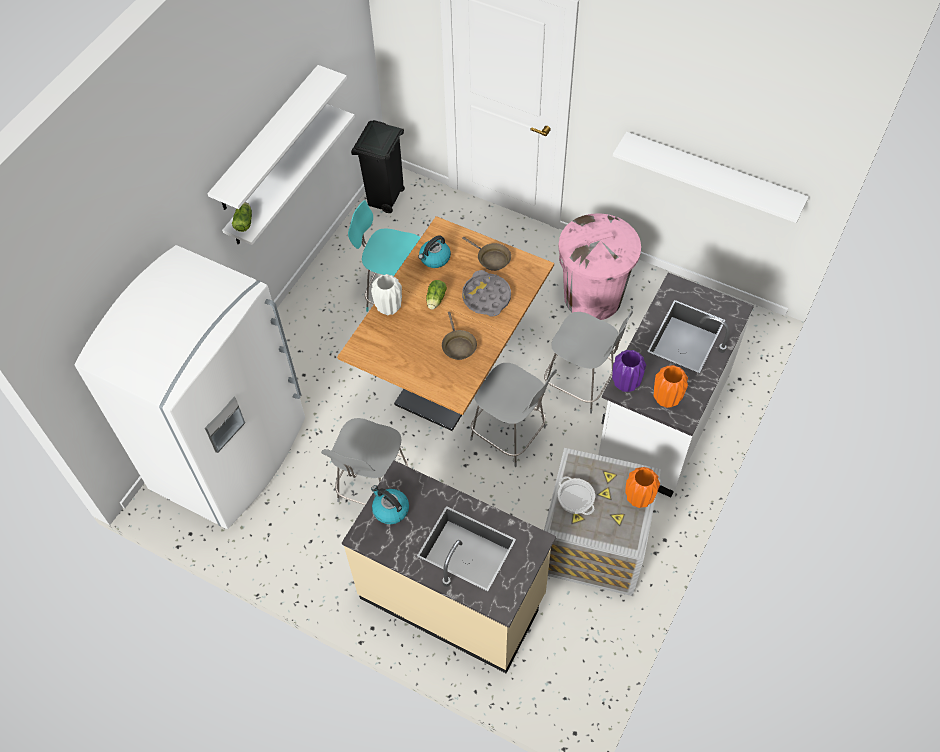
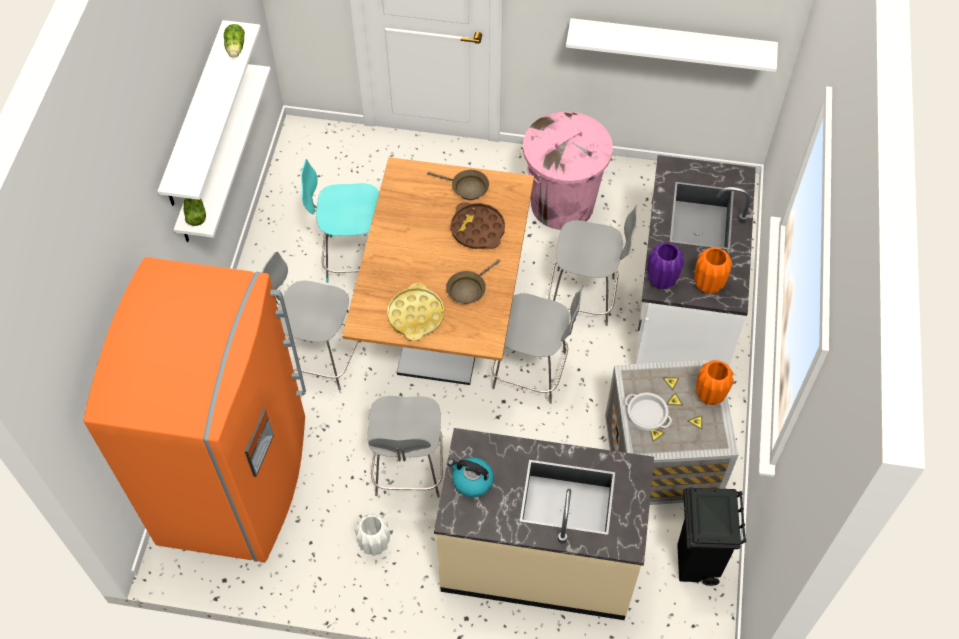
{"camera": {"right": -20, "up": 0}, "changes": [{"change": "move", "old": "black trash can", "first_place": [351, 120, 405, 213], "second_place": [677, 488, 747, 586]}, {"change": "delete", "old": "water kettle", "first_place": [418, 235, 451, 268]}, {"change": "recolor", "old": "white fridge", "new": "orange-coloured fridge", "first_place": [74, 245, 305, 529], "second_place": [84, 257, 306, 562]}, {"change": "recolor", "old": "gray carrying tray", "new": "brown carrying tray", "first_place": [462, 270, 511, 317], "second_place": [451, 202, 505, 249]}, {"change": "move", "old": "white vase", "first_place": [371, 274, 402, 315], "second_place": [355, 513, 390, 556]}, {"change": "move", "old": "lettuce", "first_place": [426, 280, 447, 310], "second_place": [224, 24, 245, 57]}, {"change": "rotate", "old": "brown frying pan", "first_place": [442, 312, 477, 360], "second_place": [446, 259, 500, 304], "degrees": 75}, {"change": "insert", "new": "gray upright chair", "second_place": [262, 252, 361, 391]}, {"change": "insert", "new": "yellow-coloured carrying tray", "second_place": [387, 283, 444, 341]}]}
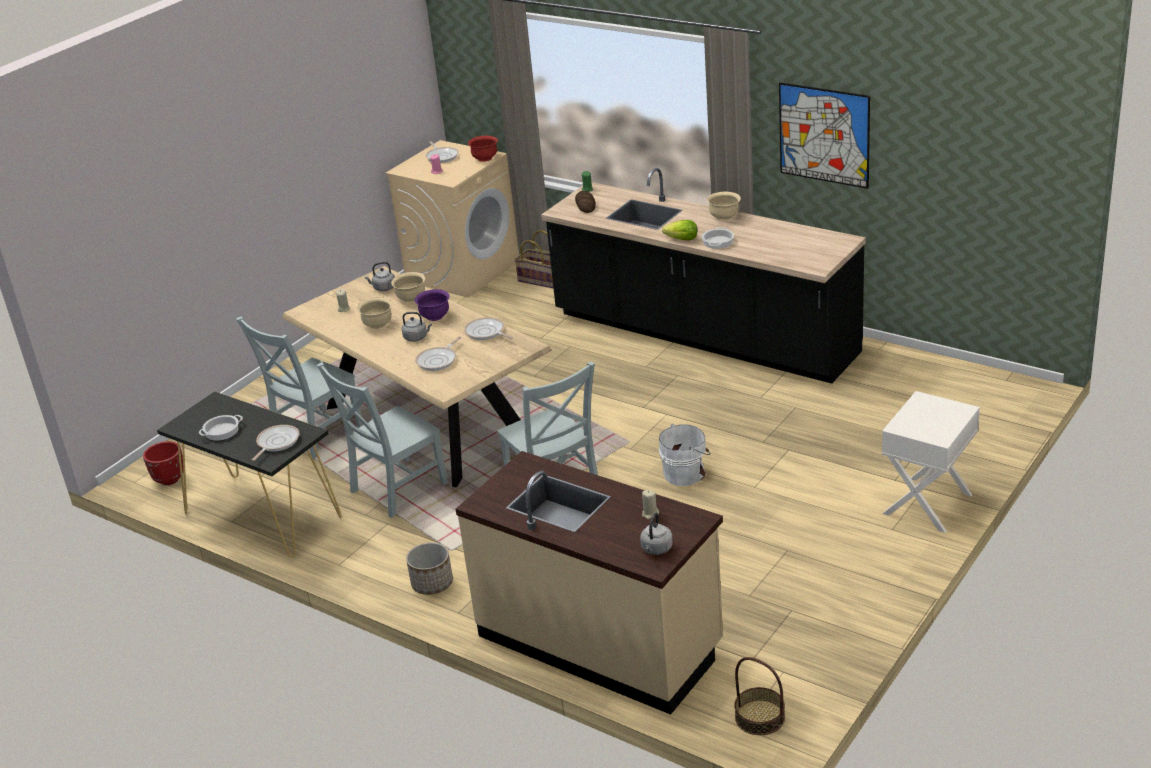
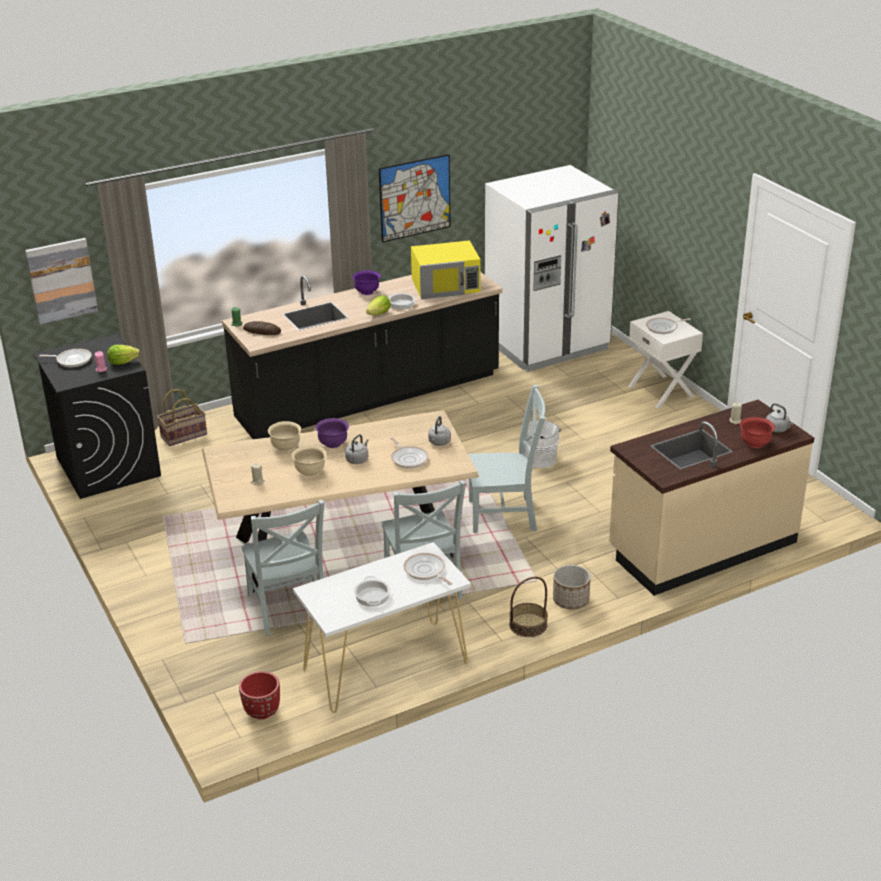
{"camera": {"right": -65, "up": 0}, "changes": [{"change": "move", "old": "red-coloured deep dish", "first_place": [468, 136, 498, 162], "second_place": [740, 417, 775, 448]}, {"change": "recolor", "old": "sand-coloured washing machine", "new": "black washing machine", "first_place": [385, 140, 519, 298], "second_place": [34, 334, 161, 499]}, {"change": "recolor", "old": "sand-coloured deep dish", "new": "purple-coloured deep dish", "first_place": [707, 192, 741, 221], "second_place": [352, 270, 381, 295]}, {"change": "move", "old": "gray water kettle", "first_place": [364, 262, 395, 291], "second_place": [428, 416, 451, 446]}, {"change": "move", "old": "frying pan", "first_place": [464, 317, 514, 340], "second_place": [646, 318, 691, 334]}, {"change": "recolor", "old": "black console table", "new": "white console table", "first_place": [157, 392, 342, 557], "second_place": [293, 542, 471, 713]}, {"change": "move", "old": "basket", "first_place": [734, 657, 785, 735], "second_place": [509, 577, 548, 637]}, {"change": "insert", "new": "white fridge", "second_place": [485, 165, 619, 372]}, {"change": "insert", "new": "picture", "second_place": [25, 238, 98, 324]}, {"change": "insert", "new": "yellow-coloured microwave oven", "second_place": [411, 240, 481, 299]}, {"change": "insert", "new": "lettuce", "second_place": [107, 345, 140, 365]}]}
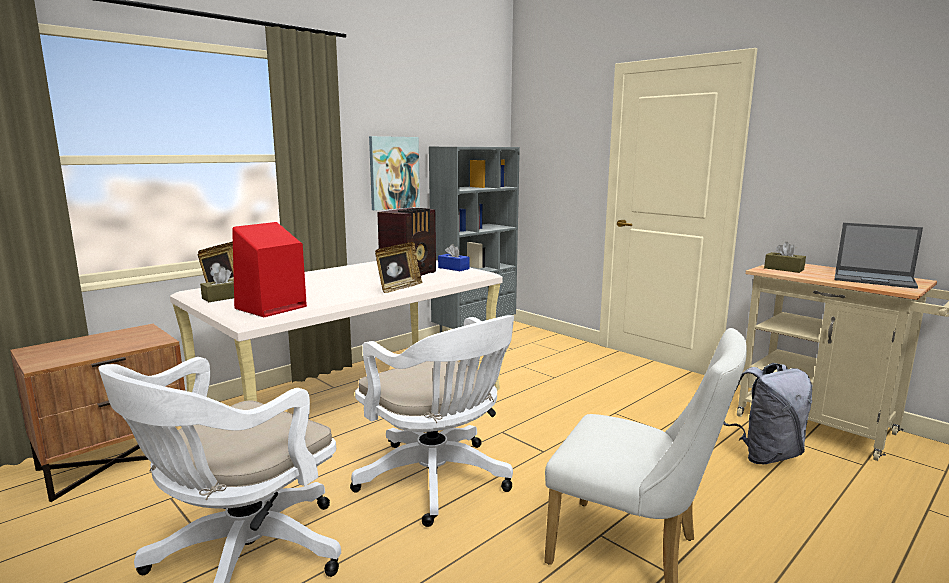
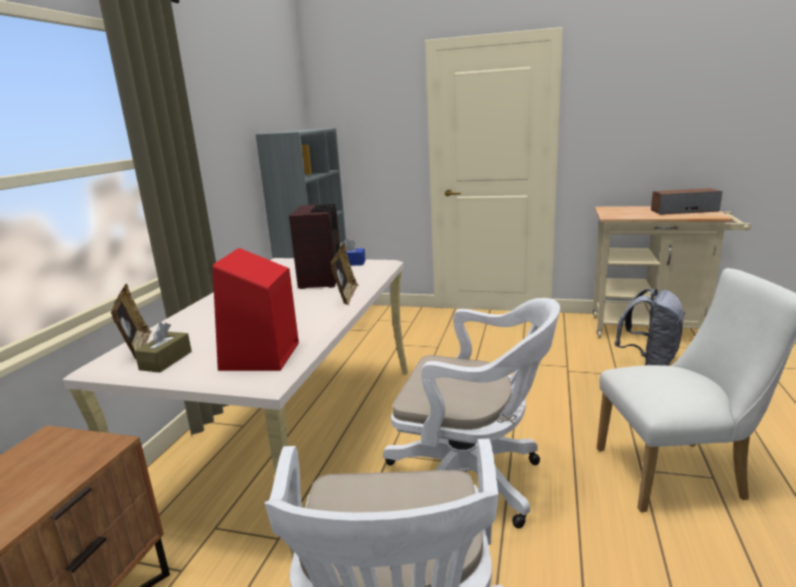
{"camera": {"right": -30, "up": 5}, "changes": [{"change": "delete", "old": "picture", "first_place": [369, 136, 420, 211]}, {"change": "replace", "old": "laptop", "new": "speaker", "first_place": [834, 223, 923, 289], "second_place": [651, 188, 722, 215]}, {"change": "delete", "old": "brown box of tissues", "first_place": [764, 242, 806, 273]}]}
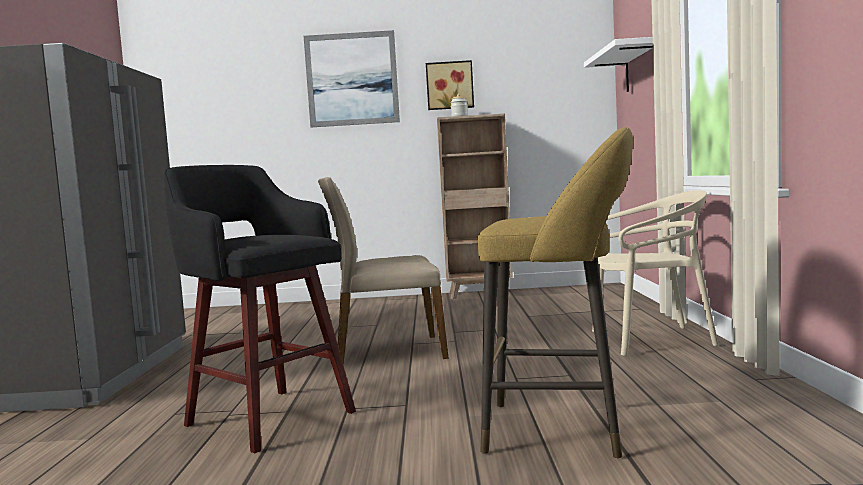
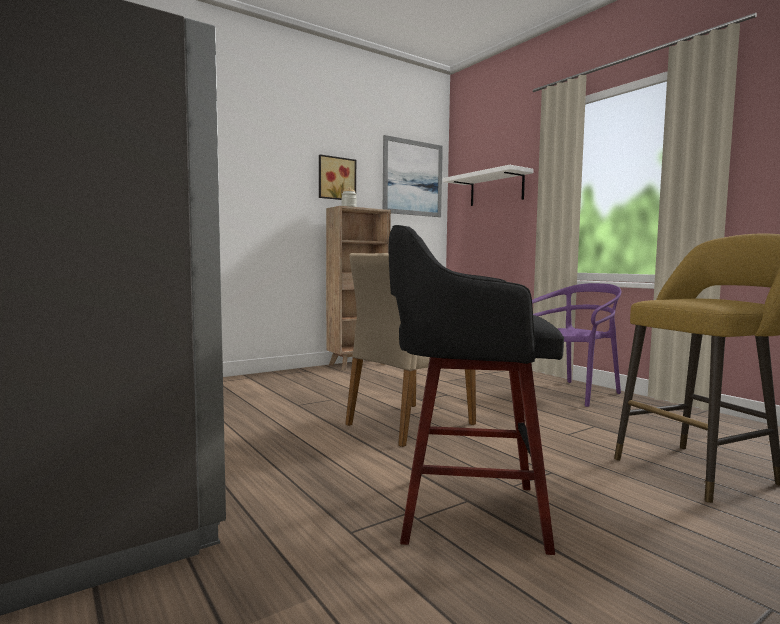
{"camera": {"right": -35, "up": 0}, "changes": [{"change": "move", "old": "picture", "first_place": [304, 30, 400, 127], "second_place": [383, 135, 443, 217]}, {"change": "recolor", "old": "sand-coloured upright chair", "new": "purple-coloured upright chair", "first_place": [592, 190, 719, 356], "second_place": [532, 283, 621, 407]}]}
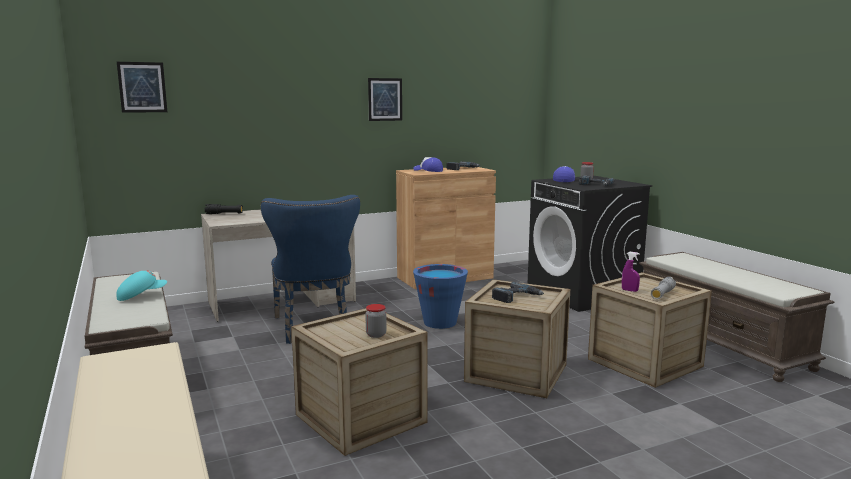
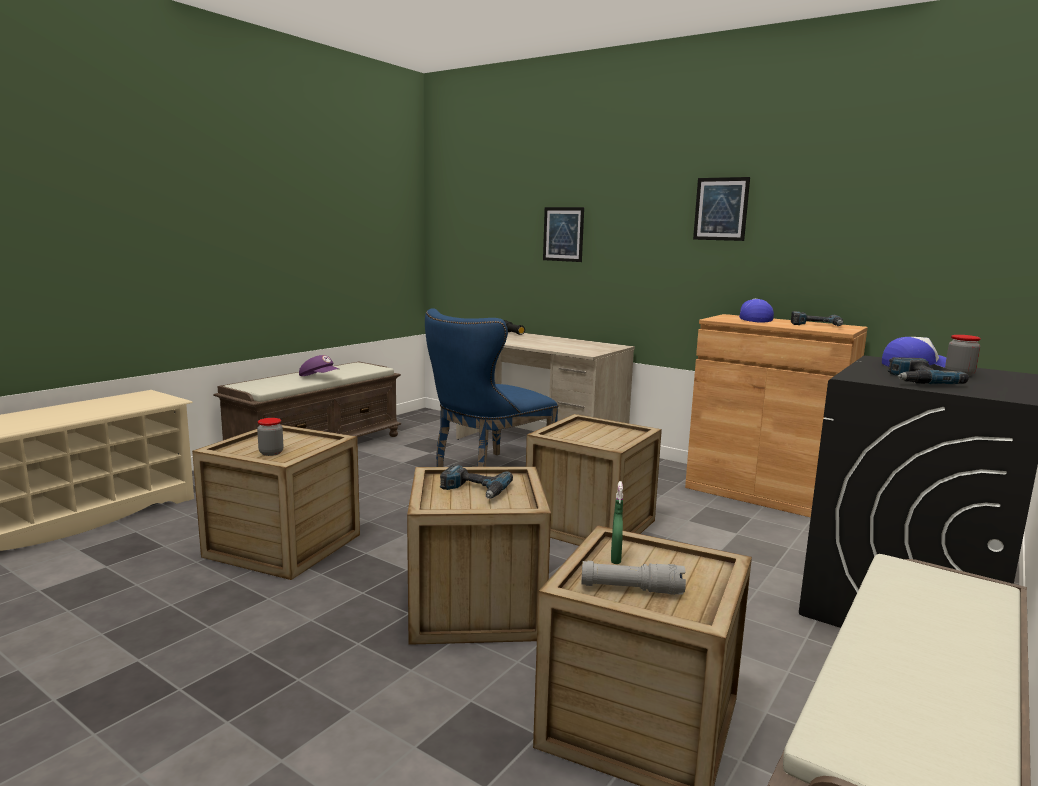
{"camera": {"right": 60, "up": 0}, "changes": [{"change": "move", "old": "picture", "first_place": [117, 62, 167, 113], "second_place": [543, 207, 584, 262]}, {"change": "recolor", "old": "purple-coloured hand sprayer", "new": "green-coloured hand sprayer", "first_place": [622, 252, 640, 292], "second_place": [611, 481, 623, 564]}, {"change": "replace", "old": "bluish water bucket", "new": "packing crate", "first_place": [413, 264, 468, 329], "second_place": [526, 414, 662, 546]}, {"change": "recolor", "old": "turquoise cap", "new": "purple-coloured cap", "first_place": [117, 270, 167, 301], "second_place": [299, 355, 339, 376]}]}
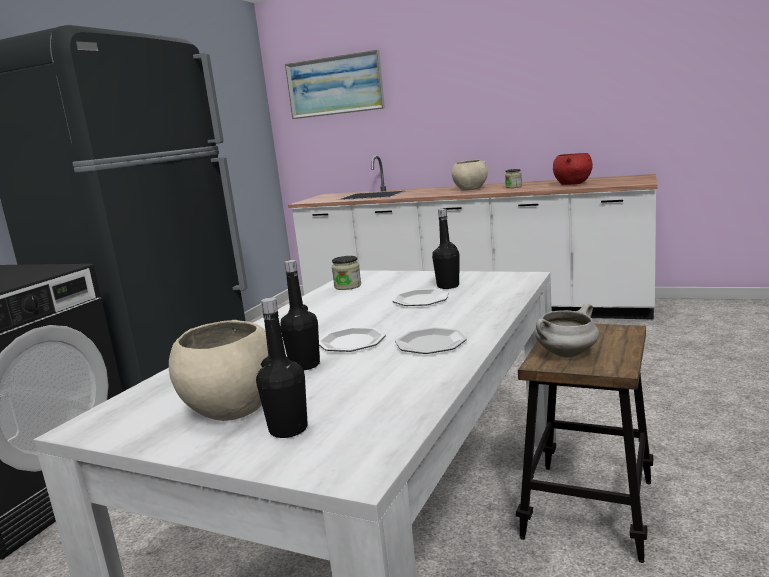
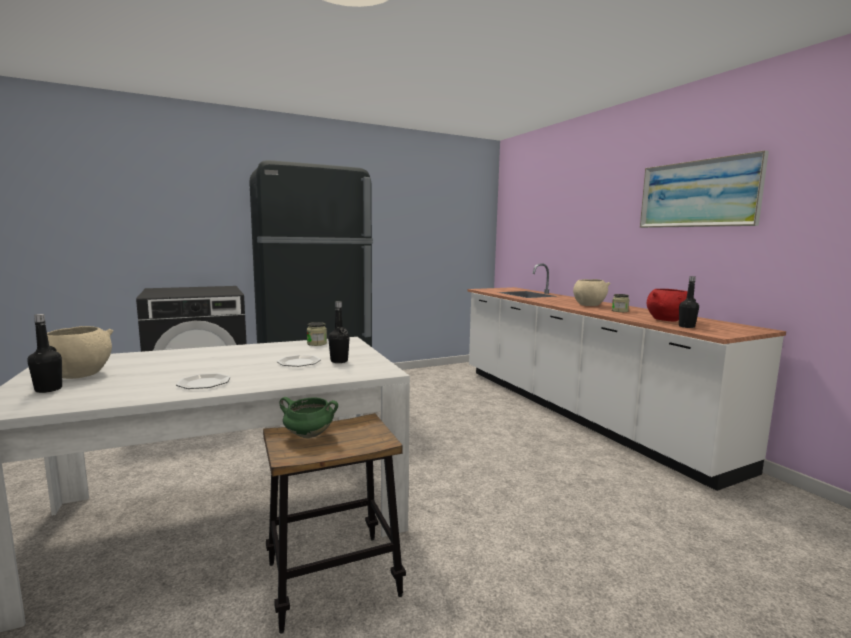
{"camera": {"right": 40, "up": -5}, "changes": [{"change": "move", "old": "picture", "first_place": [285, 50, 385, 119], "second_place": [640, 150, 769, 228]}, {"change": "move", "old": "black beverage bottle", "first_place": [280, 260, 320, 370], "second_place": [679, 276, 699, 328]}, {"change": "recolor", "old": "white stockpot", "new": "green-coloured stockpot", "first_place": [535, 303, 599, 358], "second_place": [279, 397, 338, 438]}, {"change": "delete", "old": "plate", "first_place": [319, 327, 386, 352]}]}
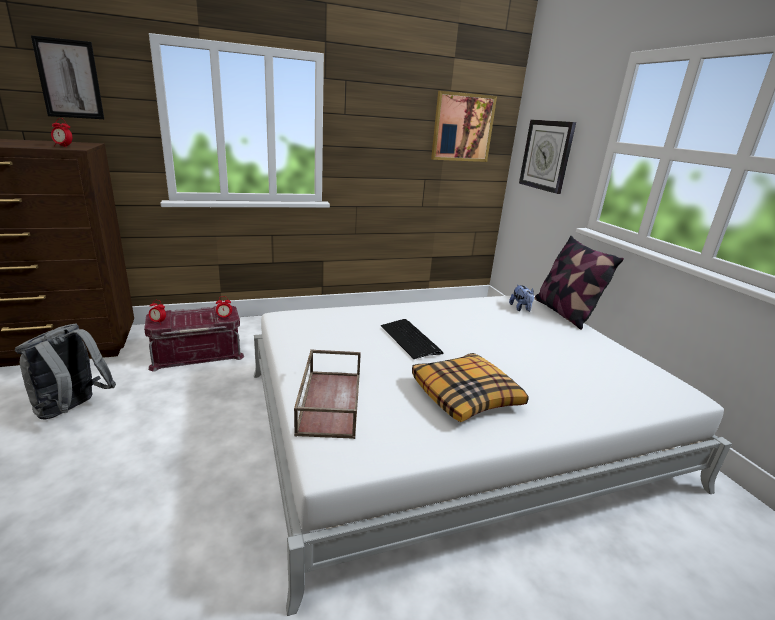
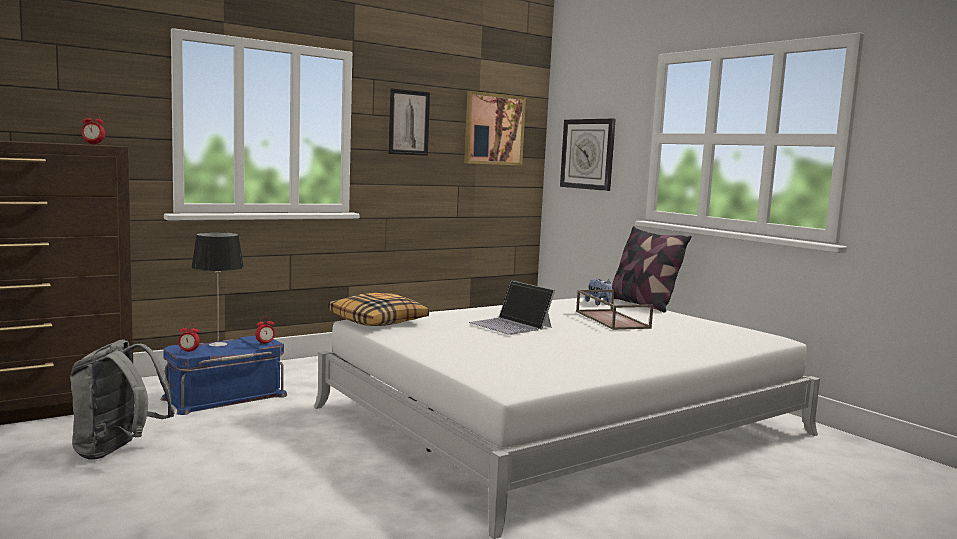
{"camera": {"right": -15, "up": -15}, "changes": [{"change": "move", "old": "picture", "first_place": [31, 35, 104, 119], "second_place": [389, 88, 430, 156]}, {"change": "recolor", "old": "red-coloured storage box", "new": "bluish storage box", "first_place": [144, 306, 244, 372], "second_place": [161, 336, 287, 415]}, {"change": "replace", "old": "computer keyboard", "new": "laptop", "first_place": [381, 319, 443, 359], "second_place": [469, 281, 555, 335]}, {"change": "move", "old": "brown carrying tray", "first_place": [294, 349, 361, 439], "second_place": [576, 290, 653, 330]}, {"change": "move", "old": "throw pillow", "first_place": [412, 353, 529, 422], "second_place": [329, 293, 429, 326]}, {"change": "insert", "new": "lamp for a table", "second_place": [192, 232, 244, 347]}]}
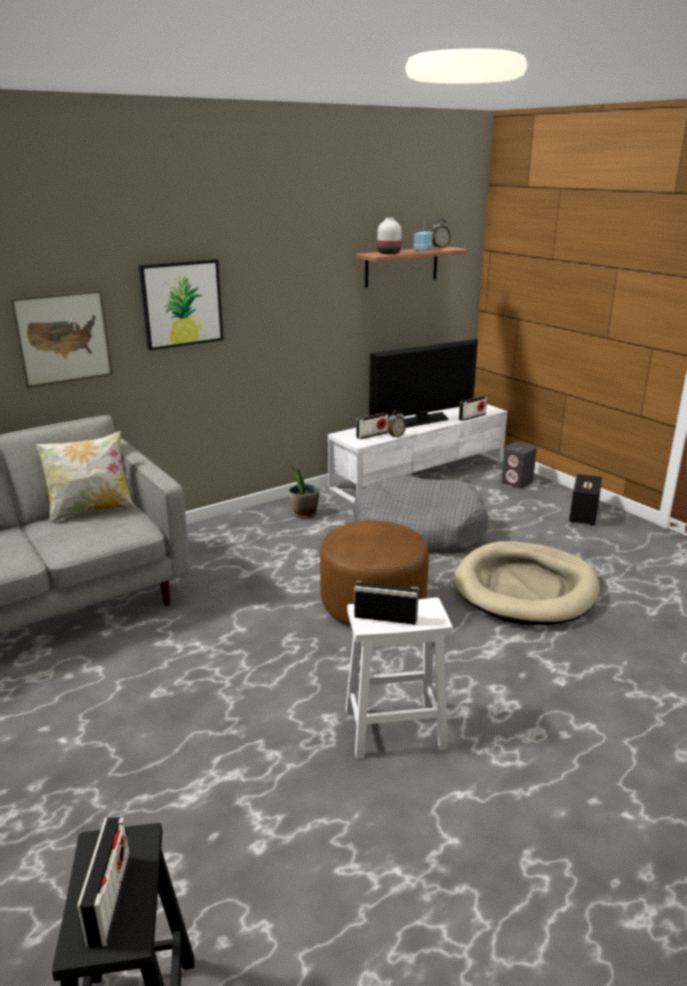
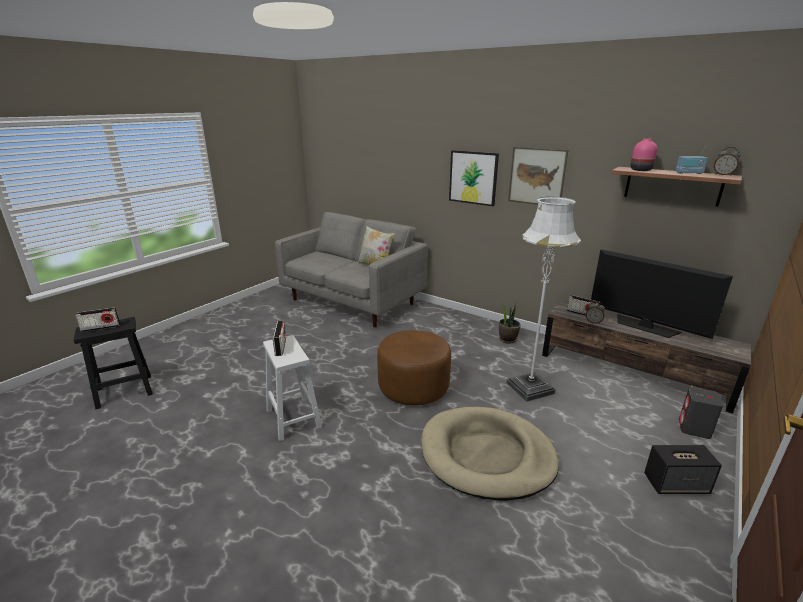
{"camera": {"right": 70, "up": 0}, "changes": [{"change": "recolor", "old": "white vase", "new": "pinkish vase", "first_place": [377, 218, 402, 254], "second_place": [631, 138, 658, 171]}, {"change": "move", "old": "picture", "first_place": [10, 290, 113, 388], "second_place": [508, 147, 568, 205]}, {"change": "delete", "old": "radio set", "first_place": [459, 396, 487, 421]}, {"change": "recolor", "old": "white tv unit", "new": "brown tv unit", "first_place": [328, 404, 507, 503], "second_place": [542, 300, 751, 414]}, {"change": "replace", "old": "gray dog cushion", "new": "white standard lamp", "first_place": [353, 475, 488, 554], "second_place": [506, 196, 581, 402]}]}
